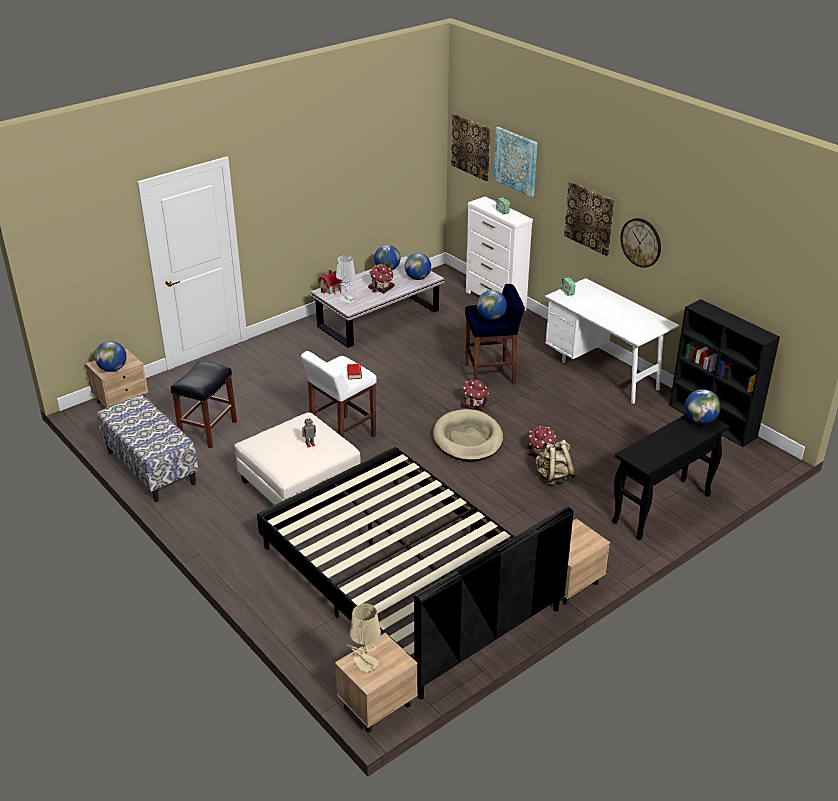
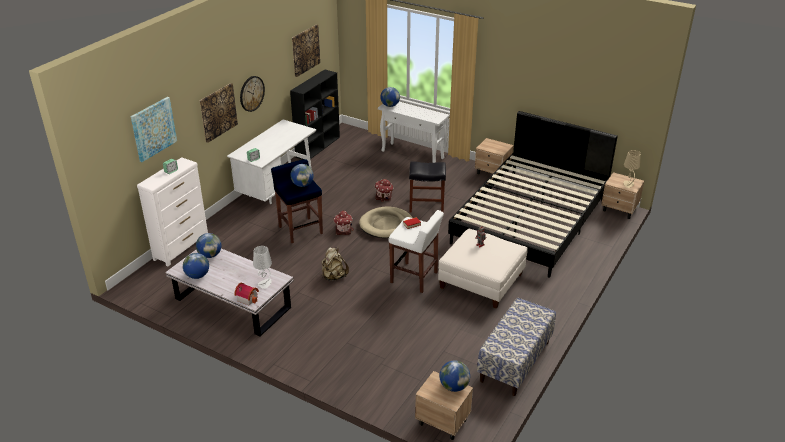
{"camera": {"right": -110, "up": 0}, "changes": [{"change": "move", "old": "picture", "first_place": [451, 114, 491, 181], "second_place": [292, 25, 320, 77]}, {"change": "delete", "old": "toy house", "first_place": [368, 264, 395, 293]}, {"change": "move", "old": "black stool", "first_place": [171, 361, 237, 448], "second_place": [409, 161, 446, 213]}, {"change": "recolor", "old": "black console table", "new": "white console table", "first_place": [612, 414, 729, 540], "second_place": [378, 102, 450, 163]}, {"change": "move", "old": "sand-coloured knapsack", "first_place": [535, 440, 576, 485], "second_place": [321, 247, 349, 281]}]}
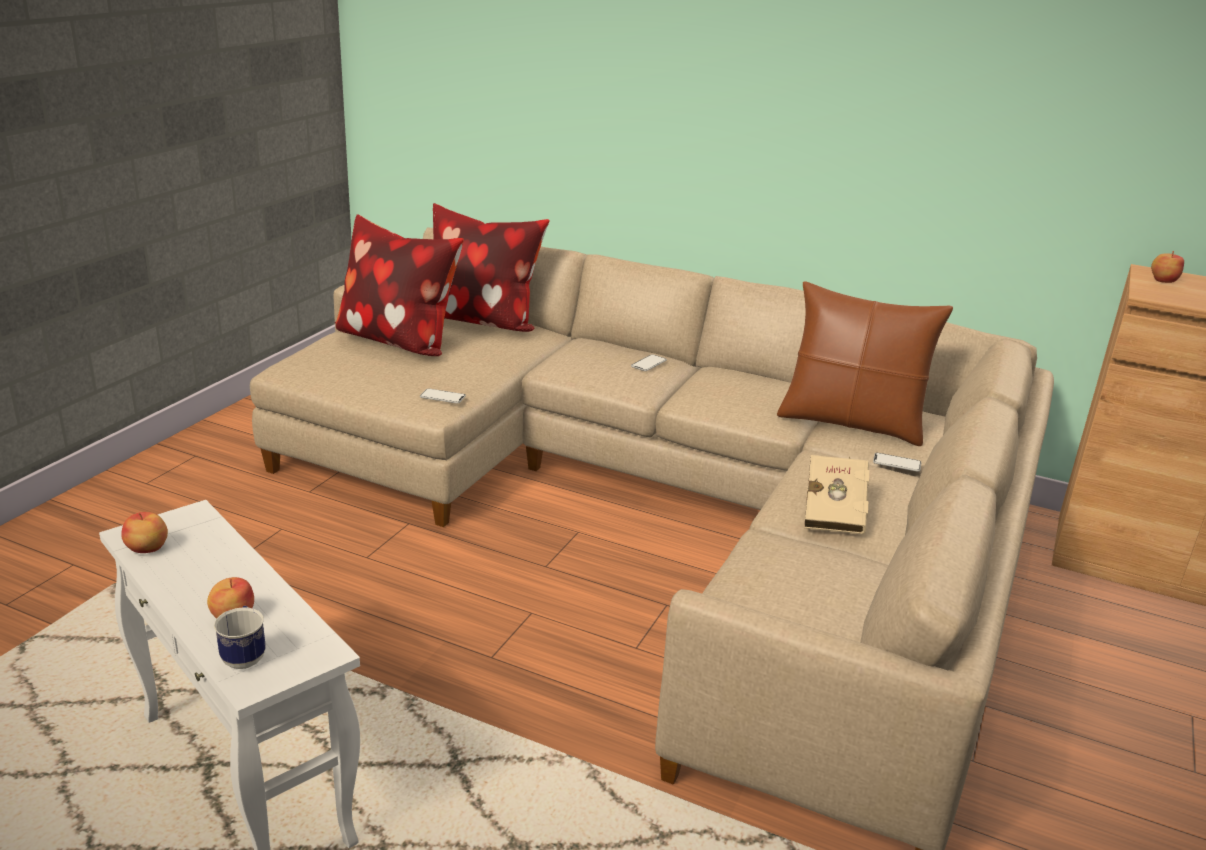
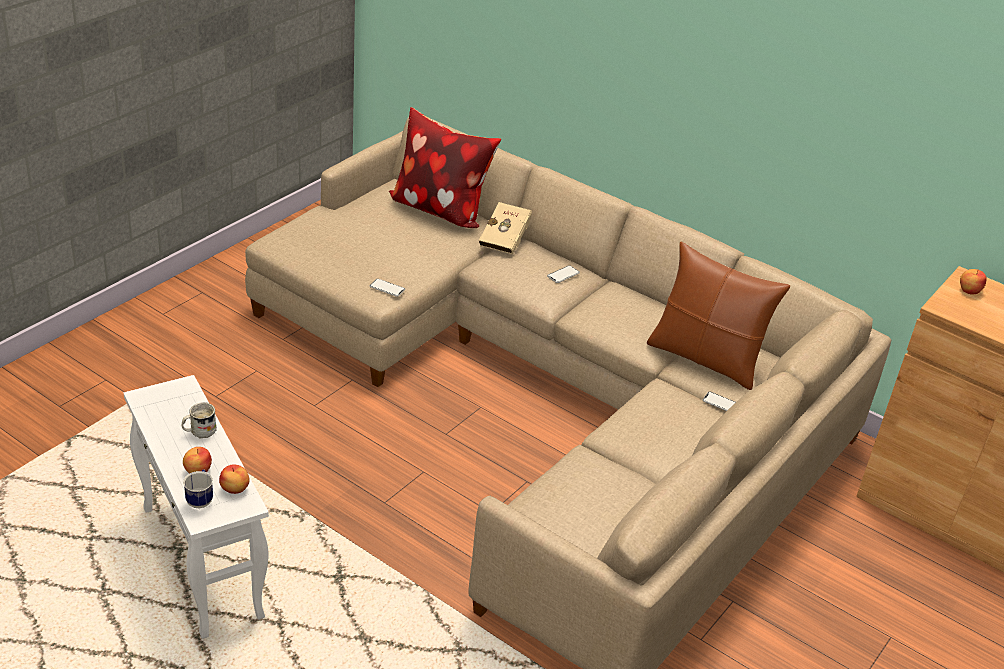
{"camera": {"right": 10, "up": 10}, "changes": [{"change": "delete", "old": "throw pillow", "first_place": [335, 214, 464, 356]}, {"change": "move", "old": "sand-coloured book", "first_place": [804, 455, 869, 534], "second_place": [479, 202, 532, 255]}, {"change": "move", "old": "whole apple", "first_place": [121, 512, 168, 553], "second_place": [219, 464, 250, 494]}, {"change": "insert", "new": "white coffee mug", "second_place": [181, 402, 217, 439]}]}
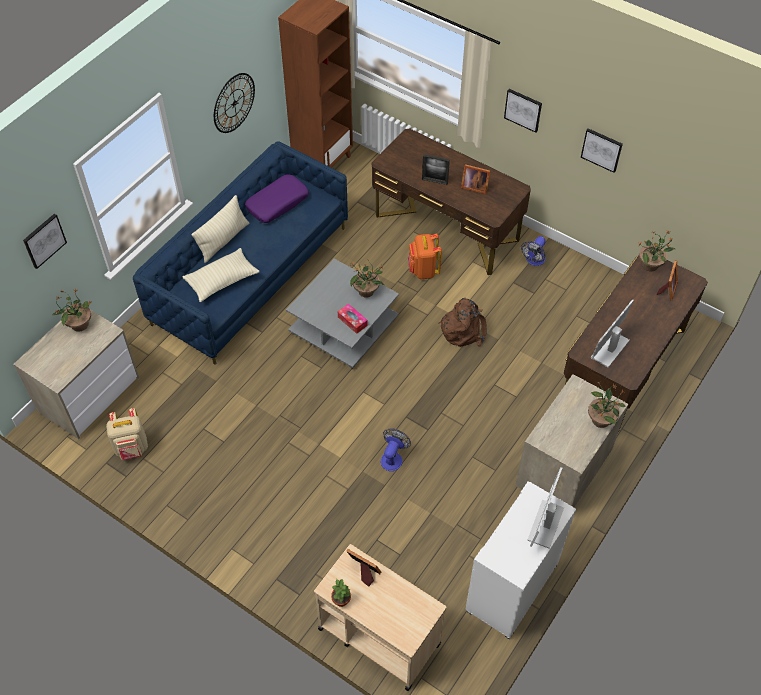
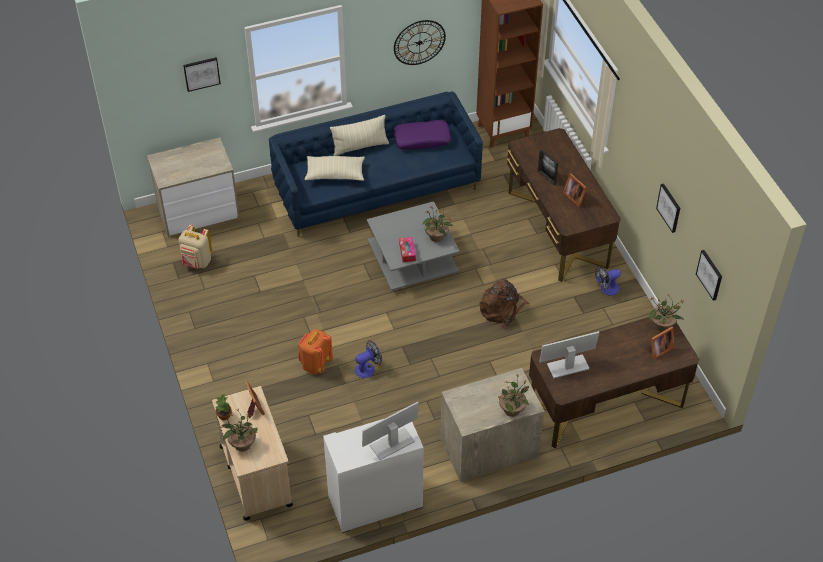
{"camera": {"right": 35, "up": -5}, "changes": [{"change": "move", "old": "picture", "first_place": [504, 89, 542, 133], "second_place": [696, 250, 722, 301]}, {"change": "move", "old": "orange-coloured knapsack", "first_place": [408, 234, 442, 279], "second_place": [298, 329, 333, 374]}, {"change": "move", "old": "potted plant", "first_place": [52, 288, 92, 332], "second_place": [221, 409, 258, 451]}]}
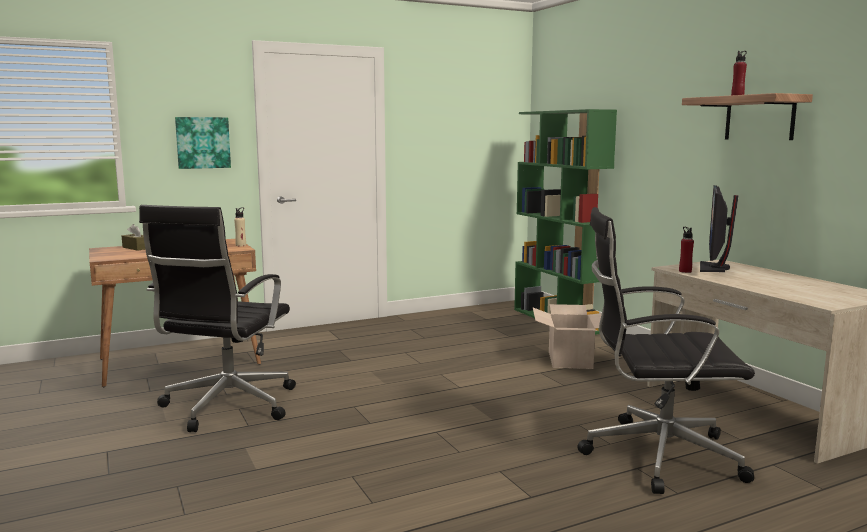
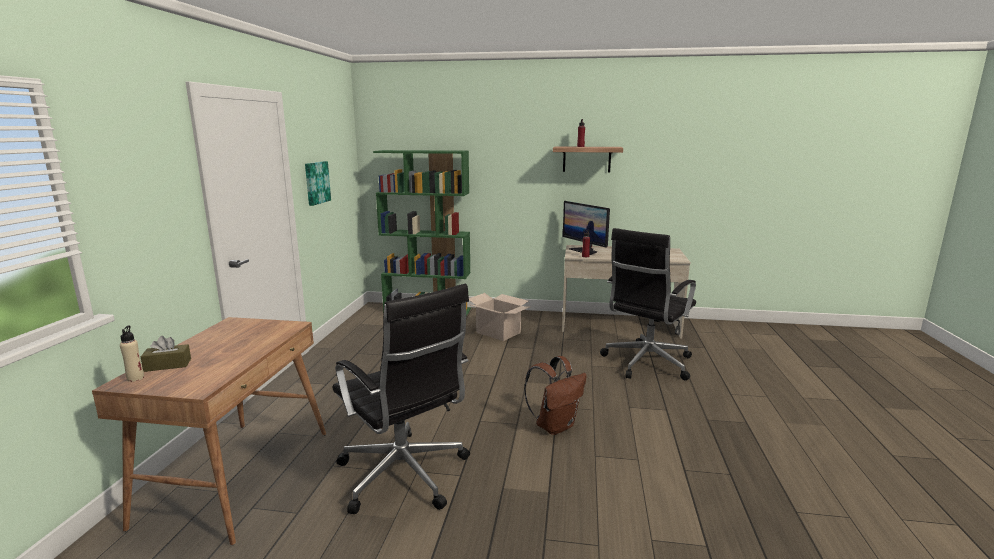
{"camera": {"right": -55, "up": 5}, "changes": [{"change": "move", "old": "picture", "first_place": [175, 117, 231, 169], "second_place": [305, 161, 331, 206]}, {"change": "move", "old": "sand-coloured beverage bottle", "first_place": [234, 207, 246, 246], "second_place": [120, 326, 144, 382]}, {"change": "insert", "new": "brown knapsack", "second_place": [524, 356, 587, 435]}]}
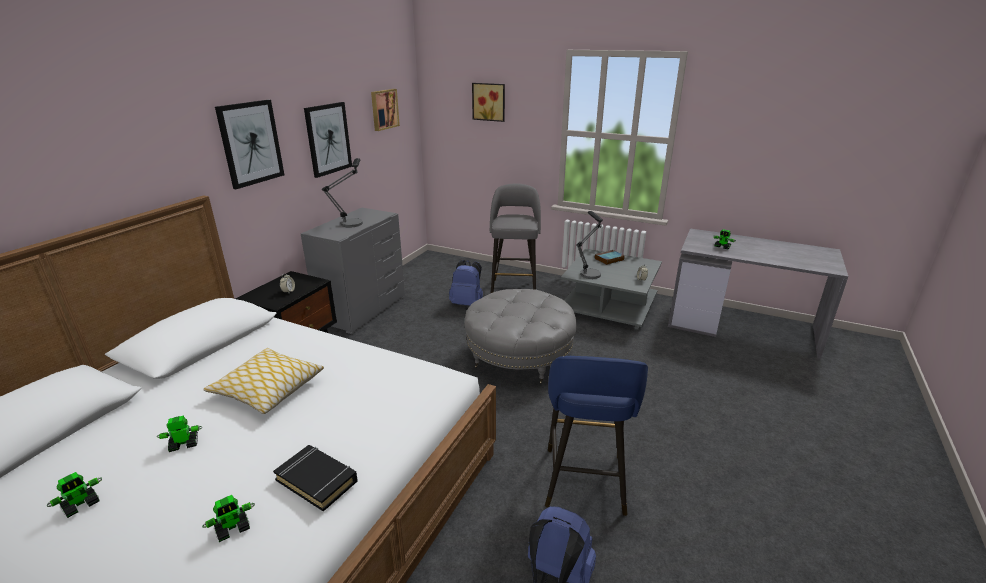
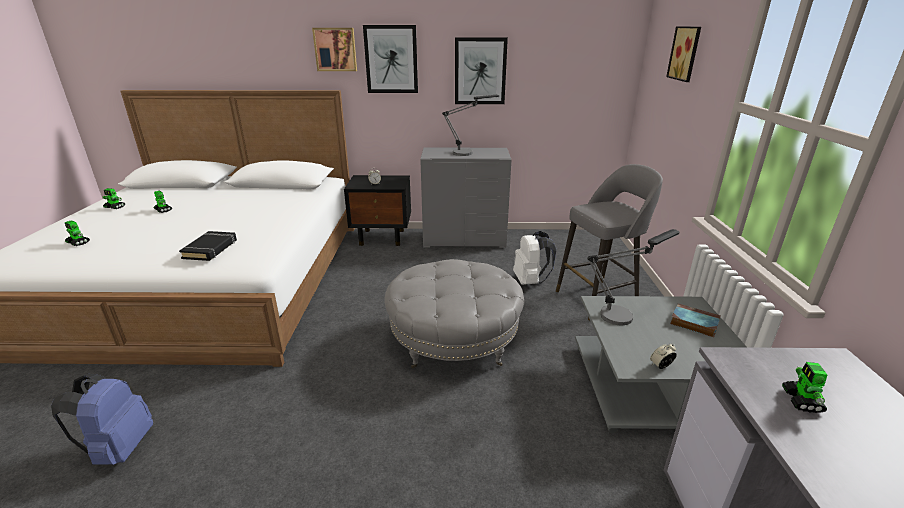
{"camera": {"right": 65, "up": 0}, "changes": [{"change": "move", "old": "picture", "first_place": [371, 89, 400, 131], "second_place": [312, 28, 357, 71]}, {"change": "recolor", "old": "bluish knapsack", "new": "white knapsack", "first_place": [449, 260, 483, 306], "second_place": [513, 231, 556, 285]}, {"change": "delete", "old": "throw pillow", "first_place": [203, 348, 324, 414]}, {"change": "delete", "old": "bluish stool", "first_place": [545, 356, 648, 516]}, {"change": "move", "old": "black book", "first_place": [273, 445, 358, 512], "second_place": [179, 231, 237, 261]}]}
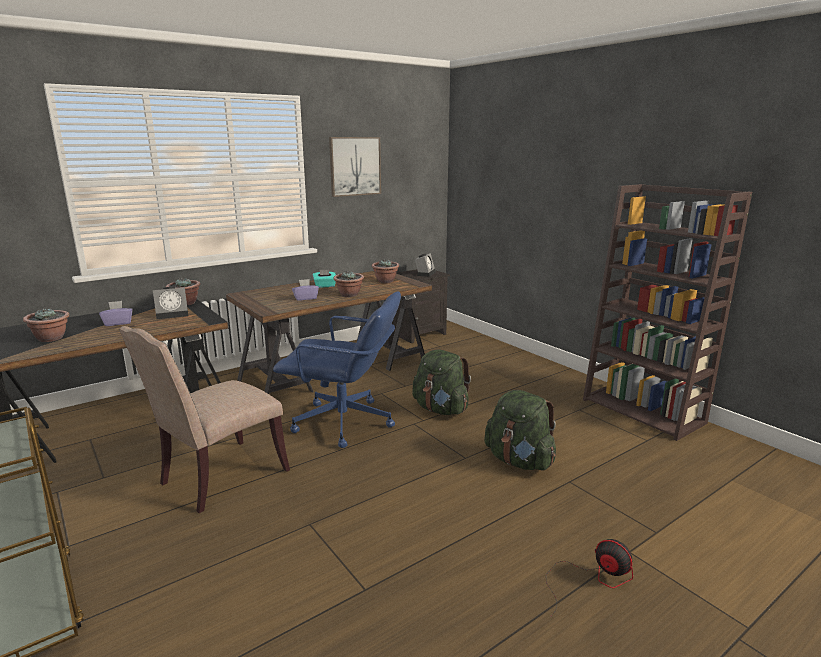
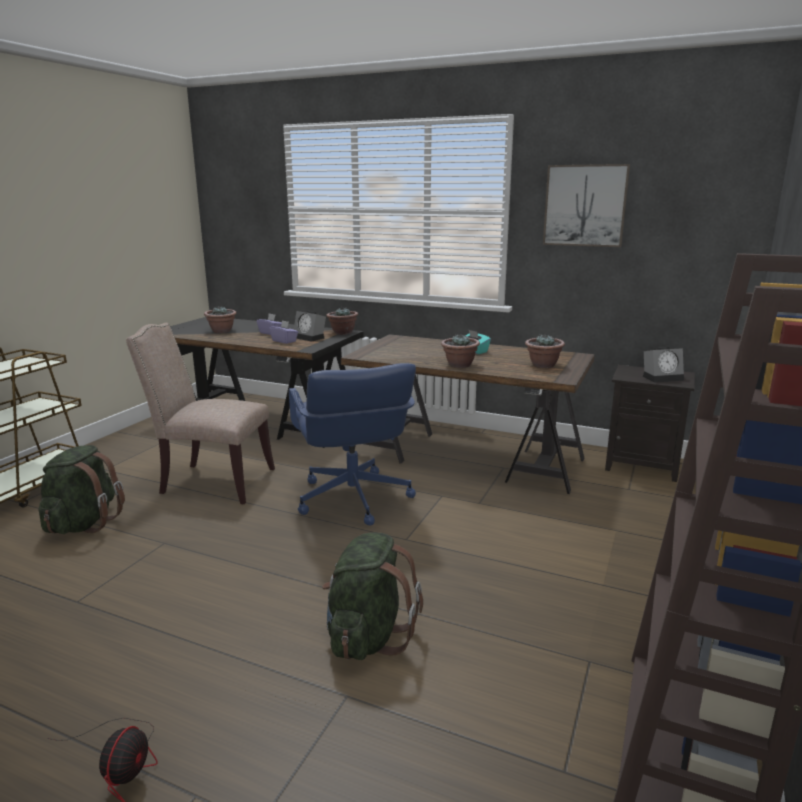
{"camera": {"right": 60, "up": 0}, "changes": [{"change": "move", "old": "purple-coloured box of tissues", "first_place": [292, 279, 319, 301], "second_place": [269, 320, 298, 344]}, {"change": "move", "old": "green-coloured knapsack", "first_place": [412, 349, 471, 415], "second_place": [39, 445, 125, 534]}]}
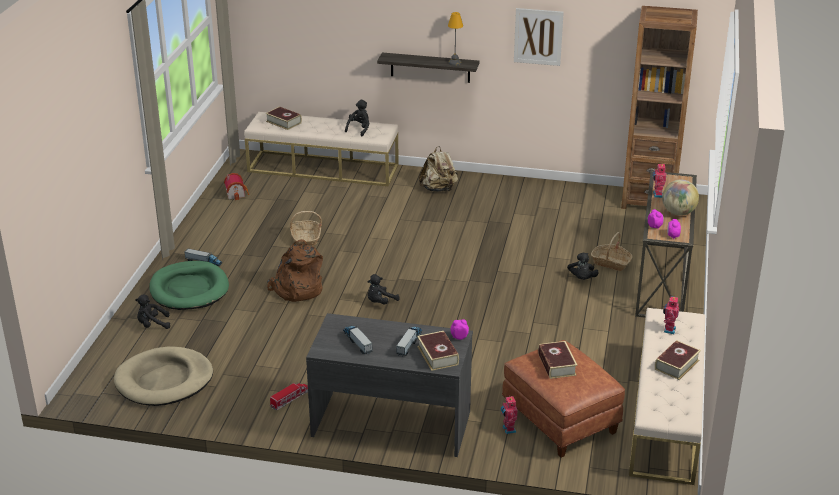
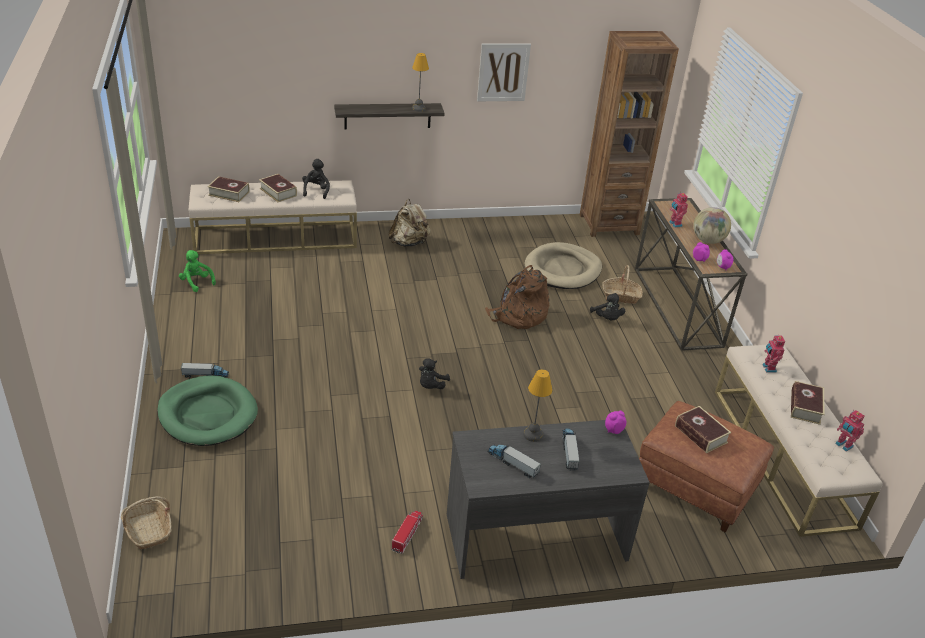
{"camera": {"right": -25, "up": 5}, "changes": [{"change": "replace", "old": "toy house", "new": "green-coloured soft toy", "first_place": [224, 173, 249, 200], "second_place": [179, 250, 216, 292]}, {"change": "move", "old": "basket", "first_place": [290, 211, 322, 246], "second_place": [121, 496, 172, 550]}, {"change": "move", "old": "brown knapsack", "first_place": [267, 239, 323, 302], "second_place": [485, 265, 549, 329]}, {"change": "delete", "old": "black soft toy", "first_place": [135, 295, 170, 329]}, {"change": "move", "old": "book", "first_place": [417, 331, 459, 371], "second_place": [259, 174, 297, 202]}, {"change": "move", "old": "sand-coloured dog cushion", "first_place": [114, 347, 213, 406], "second_place": [524, 242, 602, 289]}, {"change": "move", "old": "robot figure", "first_place": [501, 395, 517, 434], "second_place": [835, 410, 864, 452]}, {"change": "insert", "new": "lamp for a table", "second_place": [523, 369, 552, 442]}]}
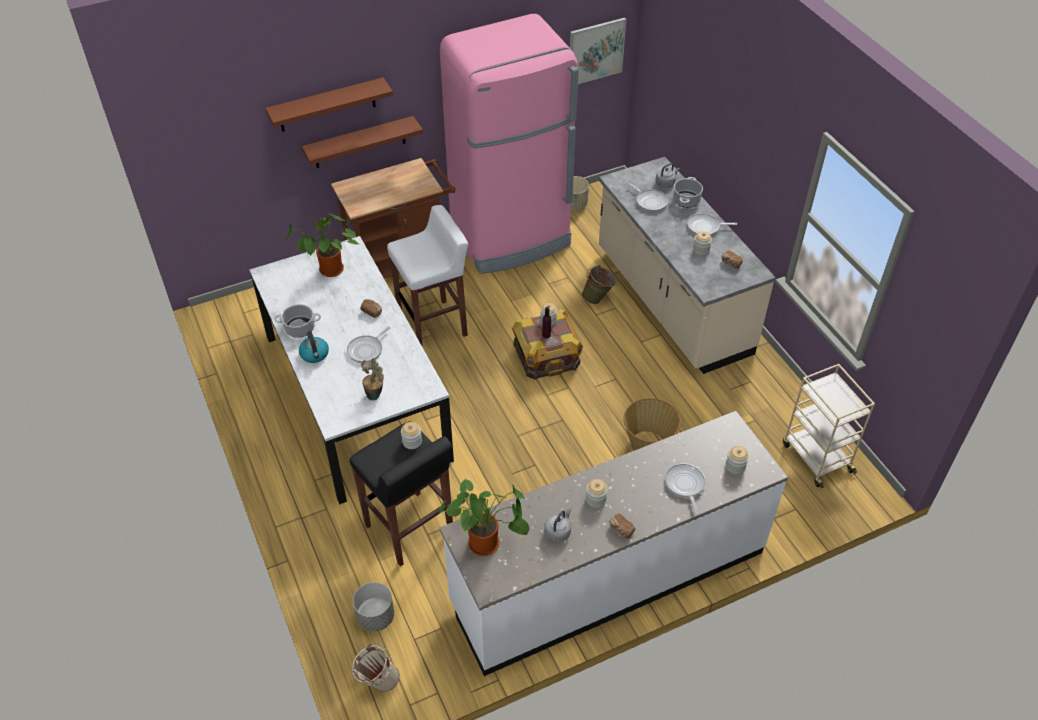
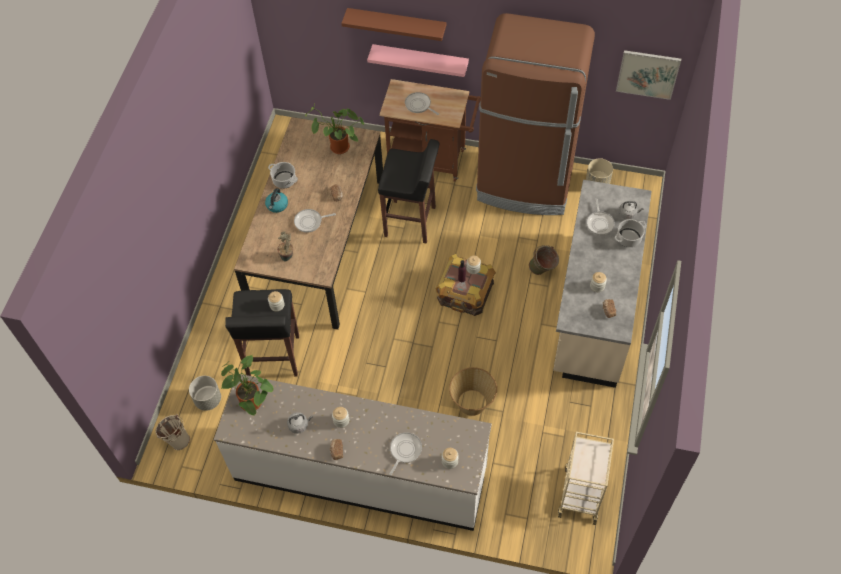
{"camera": {"right": 40, "up": 10}, "changes": [{"change": "recolor", "old": "pinkish fridge", "new": "brown fridge", "first_place": [440, 14, 579, 274], "second_place": [476, 13, 595, 215]}, {"change": "recolor", "old": "brown shelf", "new": "pinkish shelf", "first_place": [302, 116, 423, 168], "second_place": [367, 44, 469, 77]}, {"change": "recolor", "old": "white stool", "new": "black stool", "first_place": [387, 205, 468, 347], "second_place": [378, 139, 439, 244]}, {"change": "move", "old": "frying pan", "first_place": [687, 213, 737, 235], "second_place": [405, 92, 439, 115]}, {"change": "recolor", "old": "white dinner table", "new": "brown dinner table", "first_place": [249, 236, 454, 504], "second_place": [234, 117, 383, 330]}]}
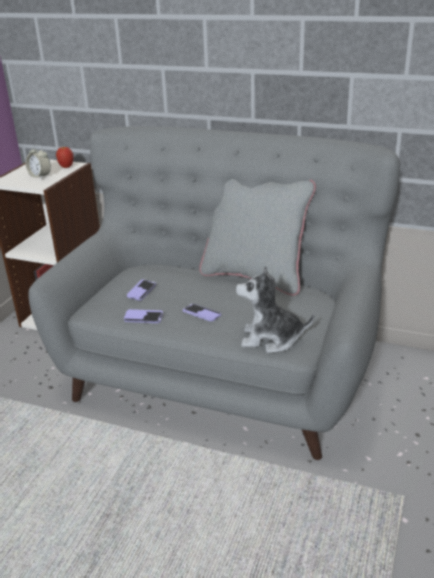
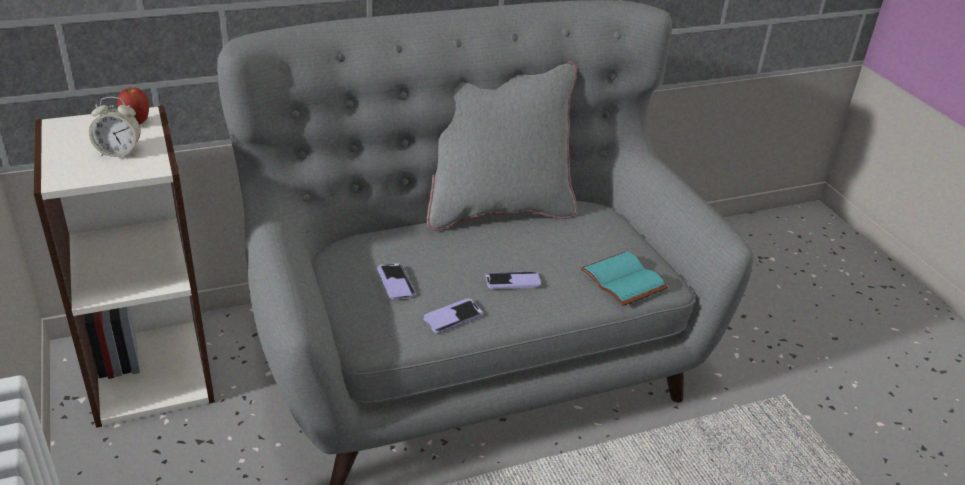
{"camera": {"right": -45, "up": 5}, "changes": [{"change": "replace", "old": "soft toy", "new": "turquoise book", "first_place": [236, 266, 314, 353], "second_place": [580, 252, 668, 306]}]}
